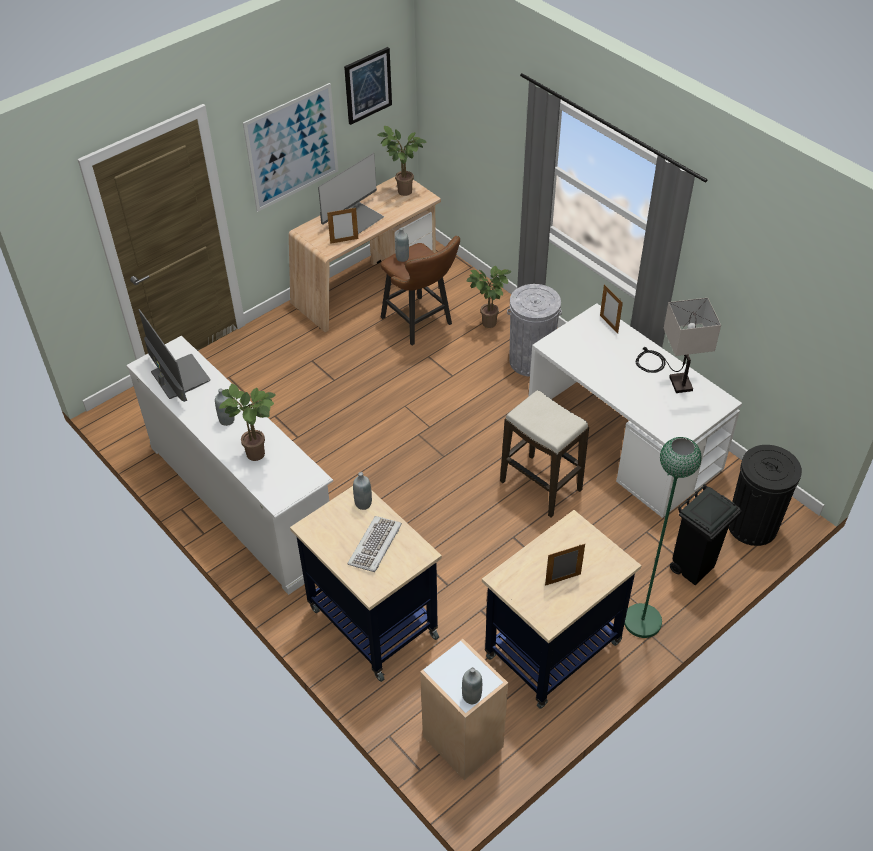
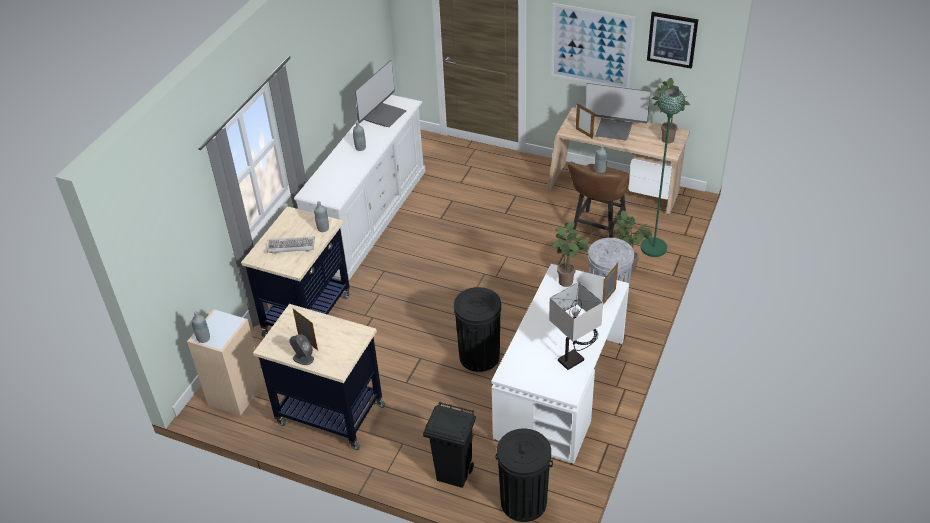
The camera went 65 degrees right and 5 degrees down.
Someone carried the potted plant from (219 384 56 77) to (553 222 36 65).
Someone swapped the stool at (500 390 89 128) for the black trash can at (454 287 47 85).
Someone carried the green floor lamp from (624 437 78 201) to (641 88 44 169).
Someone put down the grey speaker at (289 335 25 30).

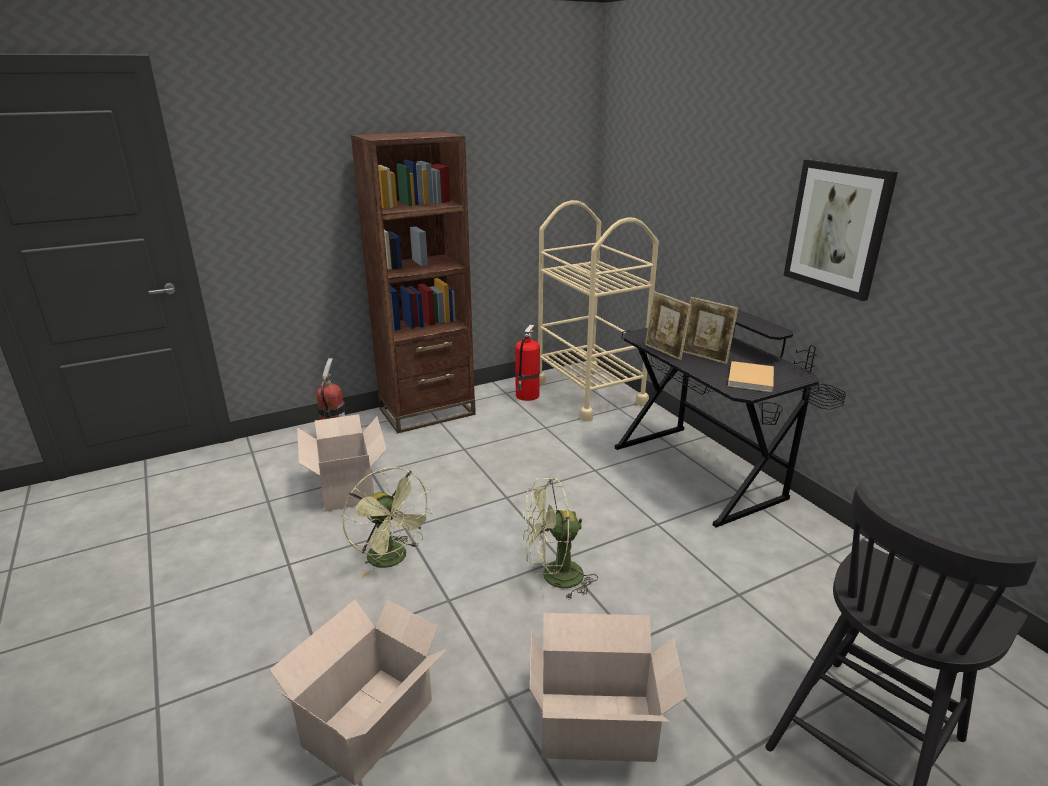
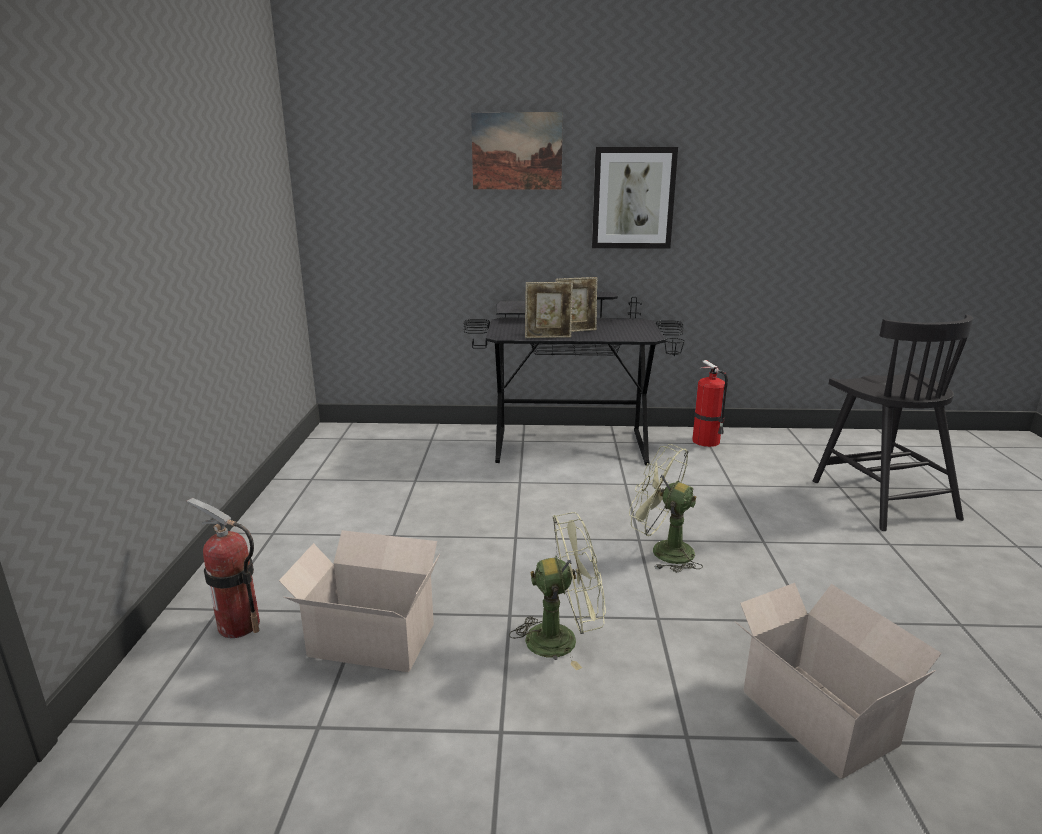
The camera went 60 degrees left and 5 degrees down.
Someone took away the brown bookcase at (351 131 125 302).
Someone took away the beige cart at (538 200 121 221).
Someone carried the fire extinguisher from (515 325 25 76) to (692 360 36 87).
Someone took away the beige book at (728 361 46 31).
Someone rotated the green fan at (523 478 75 121) by 105 degrees clockwise.
Someone took away the cardboard box at (530 613 157 149).
Someone put up the picture at (471 112 92 78).

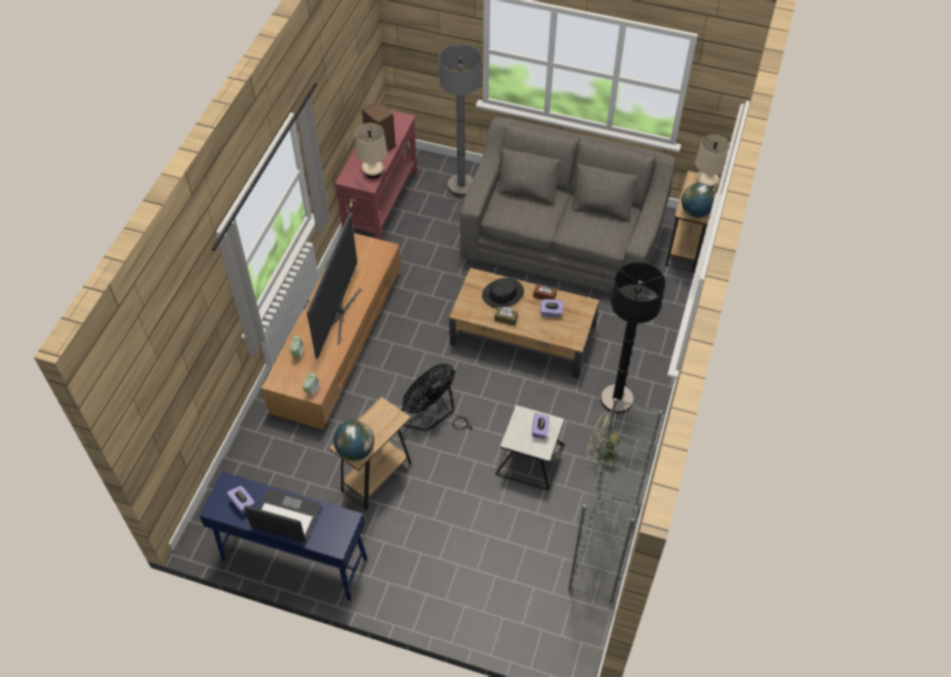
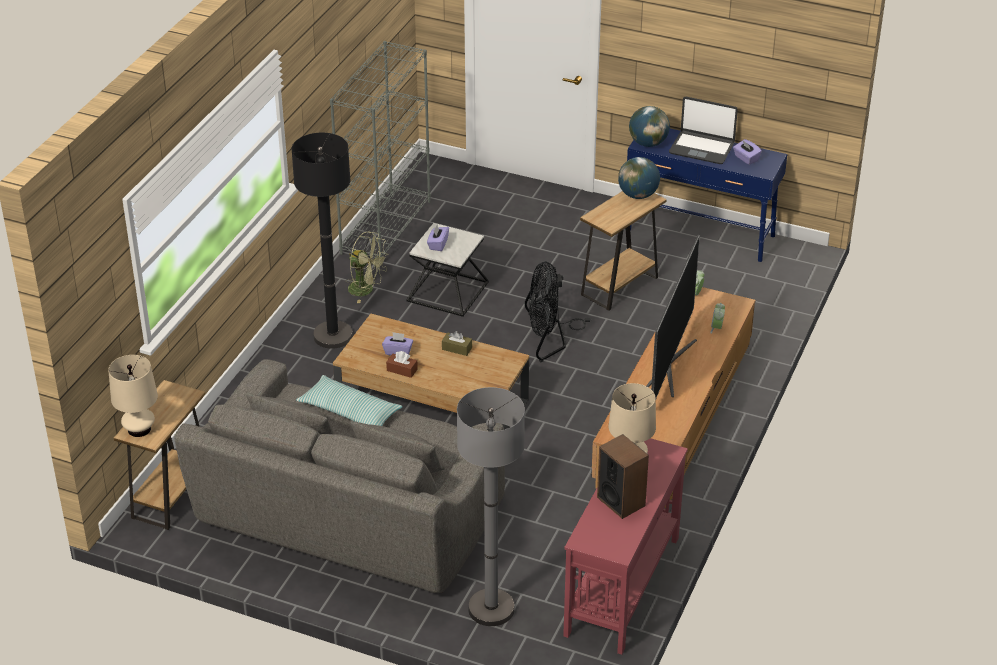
The camera went 175 degrees left and 15 degrees down.
Someone carried the globe from (681 183 34 35) to (629 106 41 41).
Someone took away the black hat at (482 278 42 30).
Someone rotated the black fan at (401 364 71 67) by 120 degrees clockwise.
Someone put down the pillow at (296 375 107 51).

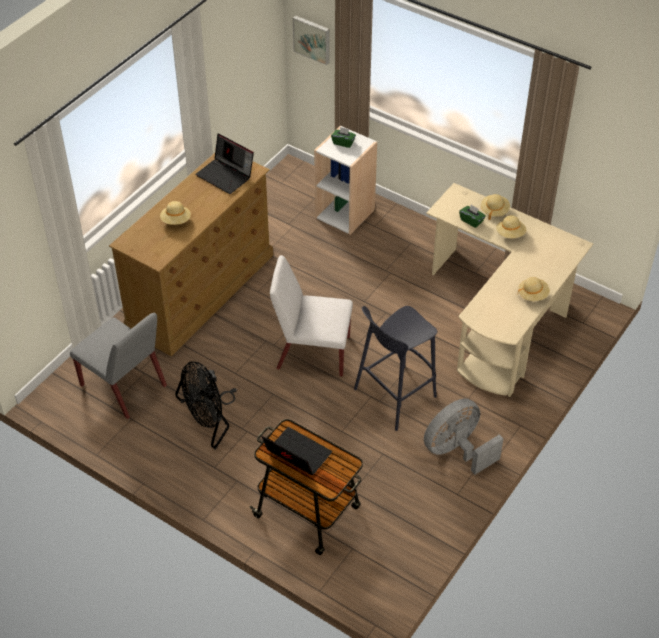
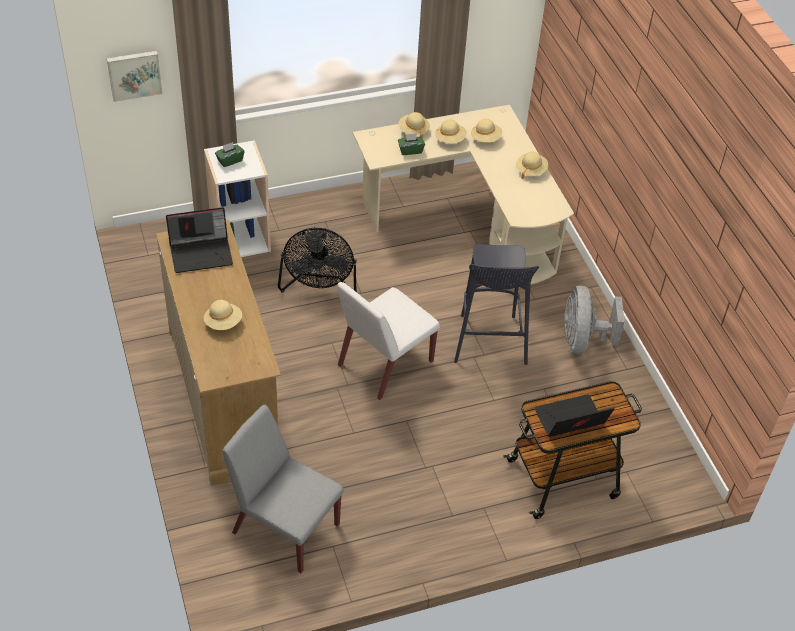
The camera went 55 degrees left and 0 degrees up.
Someone rotated the grey chair at (70 313 97 106) by 135 degrees counterclockwise.
Someone carried the black fan from (175 361 62 89) to (278 227 79 66).
Someone put down the beige hat at (471 119 31 23).

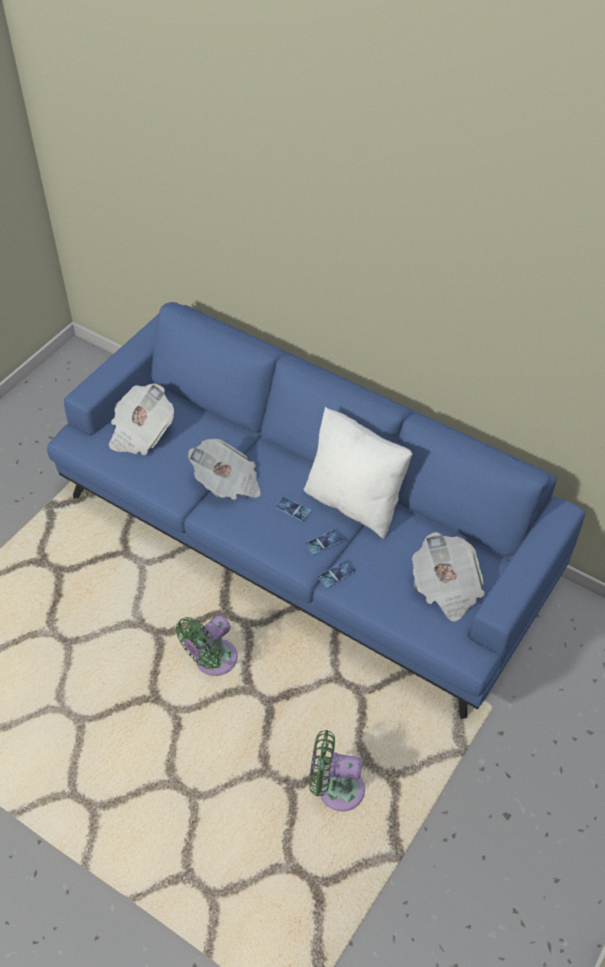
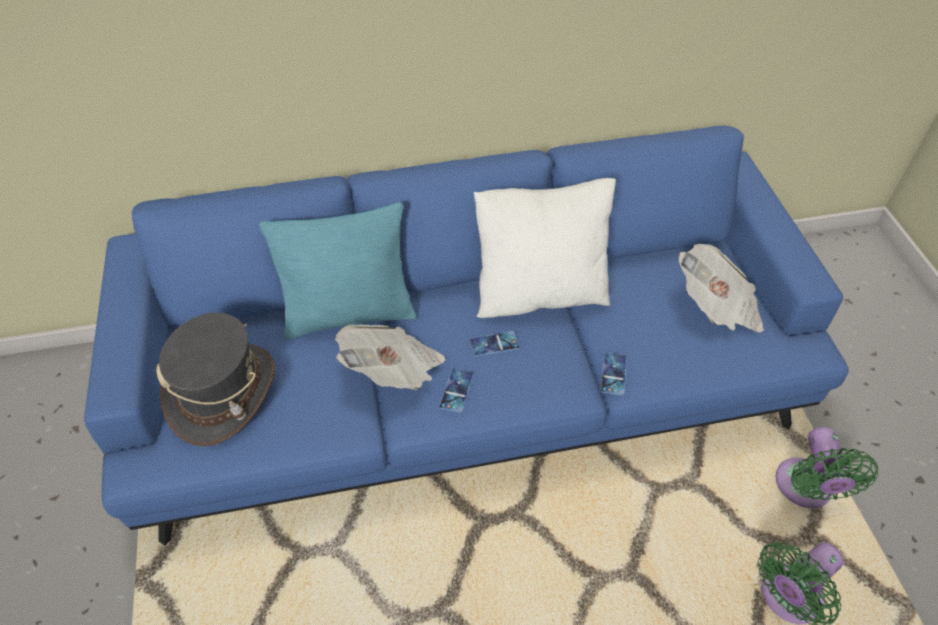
The camera went 45 degrees left and 0 degrees up.
Someone swapped the newspaper at (109 384 65 71) for the grey hat at (156 312 119 134).
Someone carried the phone from (305 529 37 26) to (439 368 35 45).
Someone carried the green fan from (176 615 62 61) to (776 427 102 81).
Someone put down the turquoise pillow at (259 202 158 137).

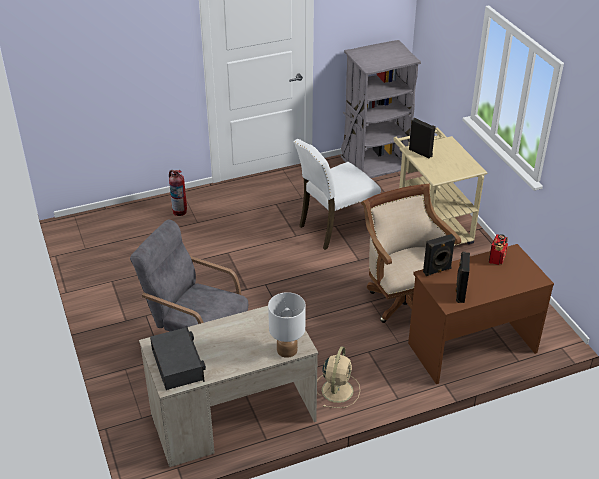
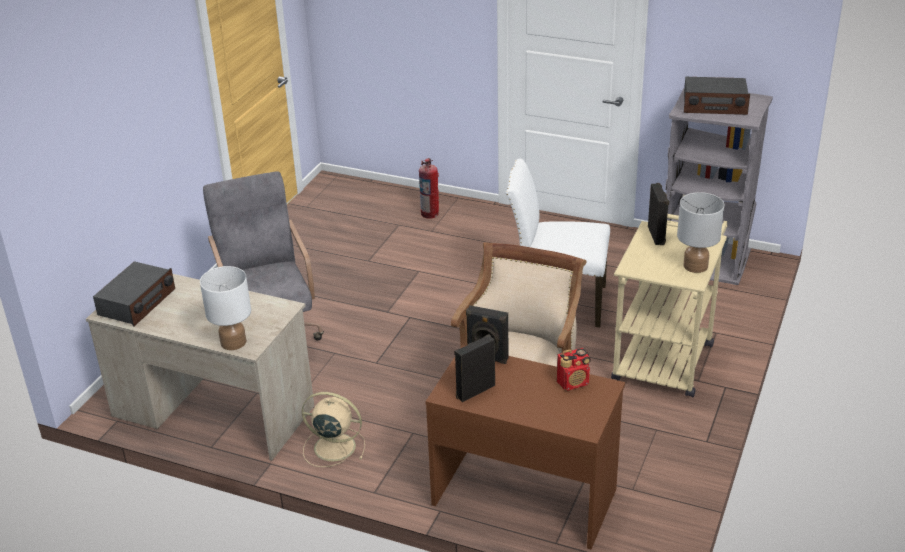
The camera went 45 degrees right and 5 degrees down.
Someone rotated the beige fan at (317 346 43 62) by 135 degrees counterclockwise.
Someone put down the radio at (684 77 66 38).
Someone put down the grey table lamp at (677 192 47 81).

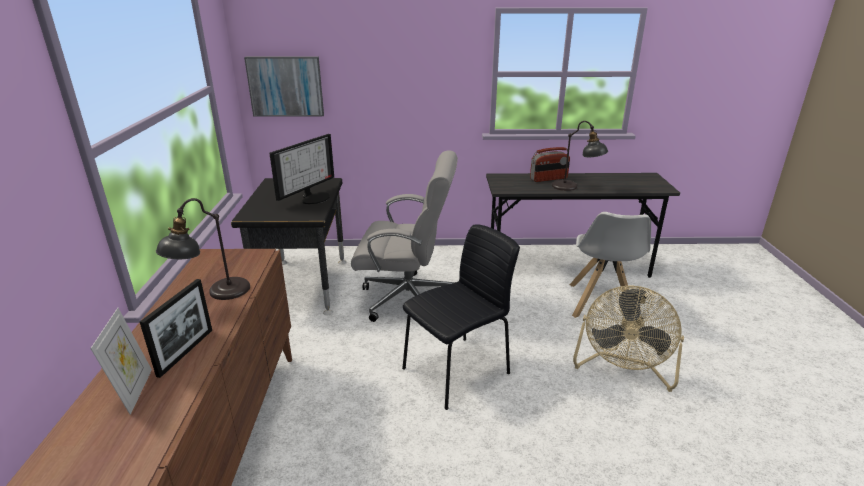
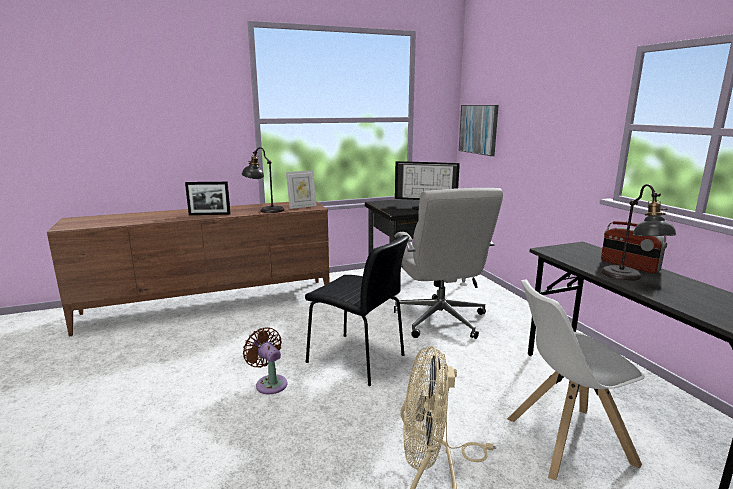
The camera went 70 degrees right and 10 degrees down.
Someone carried the picture frame from (90 308 62 107) to (286 170 31 39).
Someone put down the brown fan at (243 327 44 67).

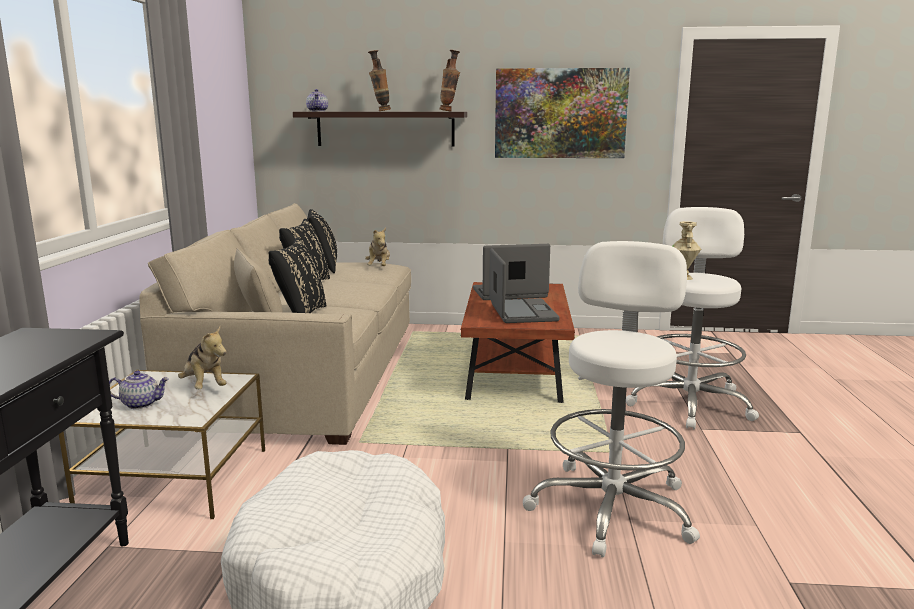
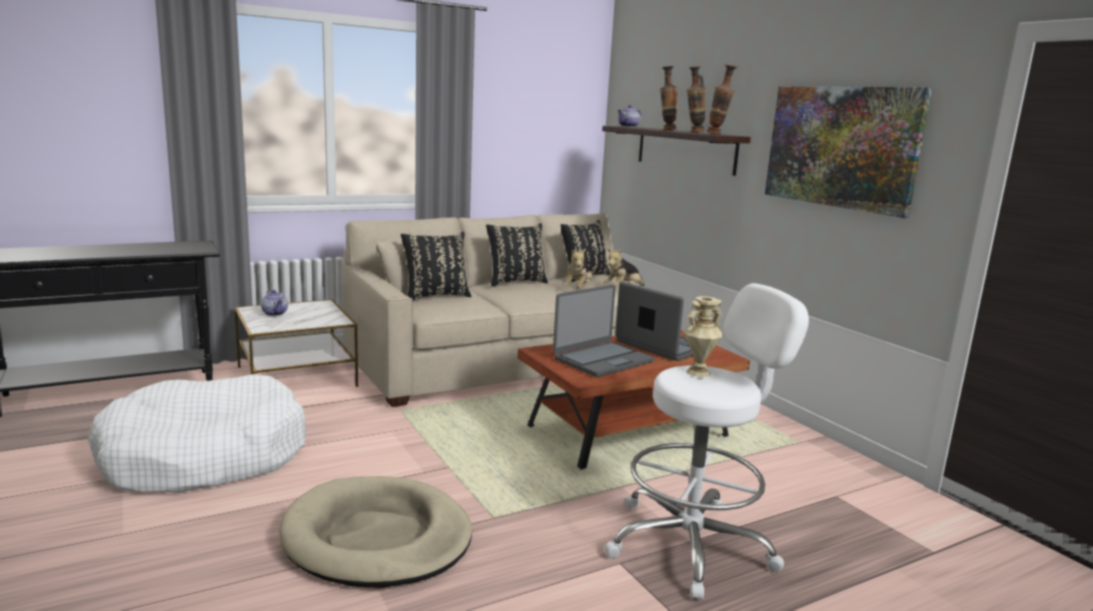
The camera went 55 degrees right and 0 degrees up.
Someone swapped the white stool at (523 241 177 316) for the beige dog bed at (279 476 193 112).
Someone carried the plush toy from (178 326 49 63) to (563 248 29 41).
Someone put down the vase at (686 66 19 66).

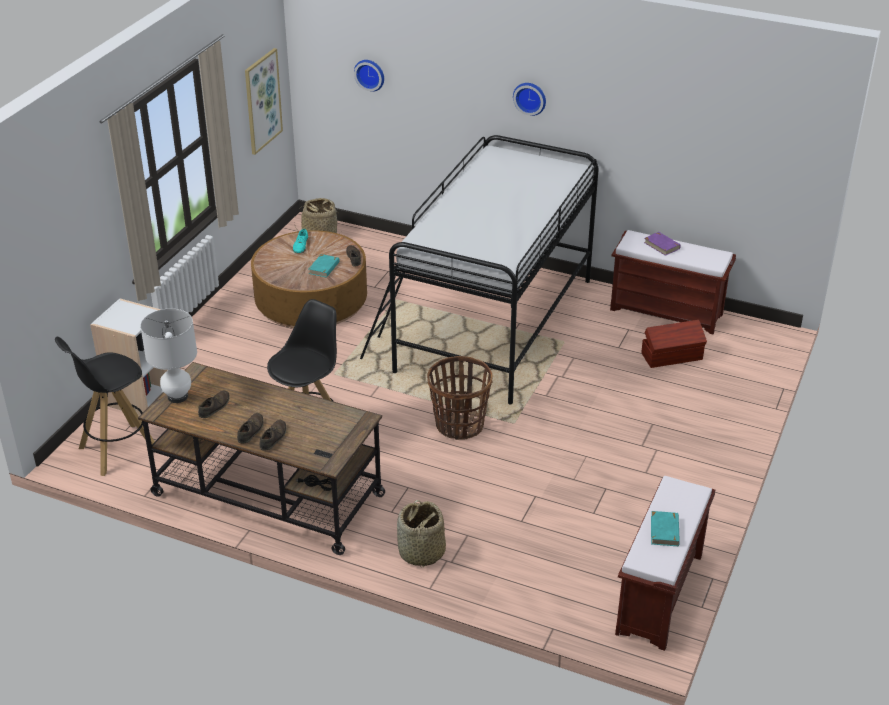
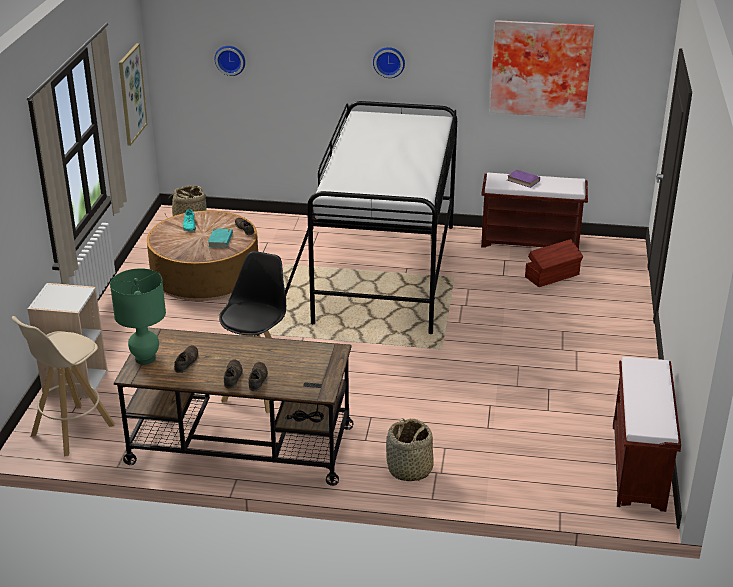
The camera went 15 degrees left and 5 degrees down.
Someone repainted the white table lamp at (140 309 57 94), which became the green table lamp at (110 268 56 97).
Someone repainted the black stool at (55 337 100 139), which became the beige stool at (12 316 103 141).
Someone took away the basket at (427 356 66 84).
Someone took away the turquoise book at (651 511 29 35).
Someone put up the picture at (490 20 104 98).

